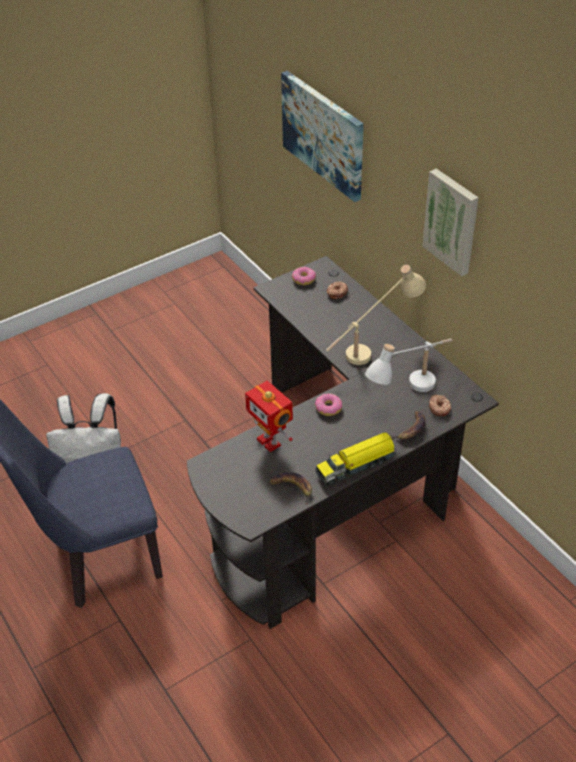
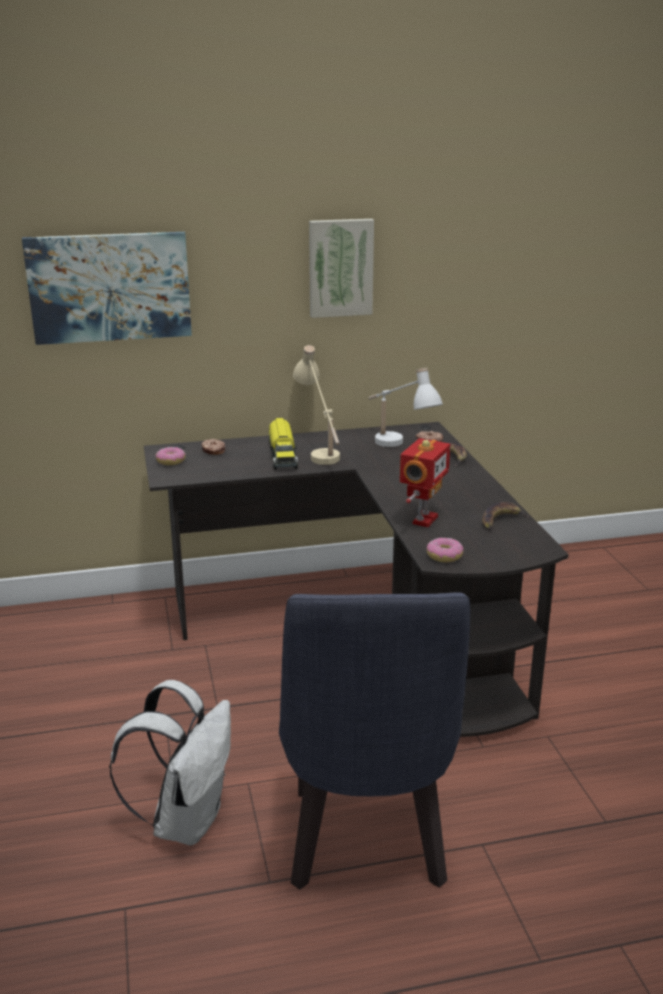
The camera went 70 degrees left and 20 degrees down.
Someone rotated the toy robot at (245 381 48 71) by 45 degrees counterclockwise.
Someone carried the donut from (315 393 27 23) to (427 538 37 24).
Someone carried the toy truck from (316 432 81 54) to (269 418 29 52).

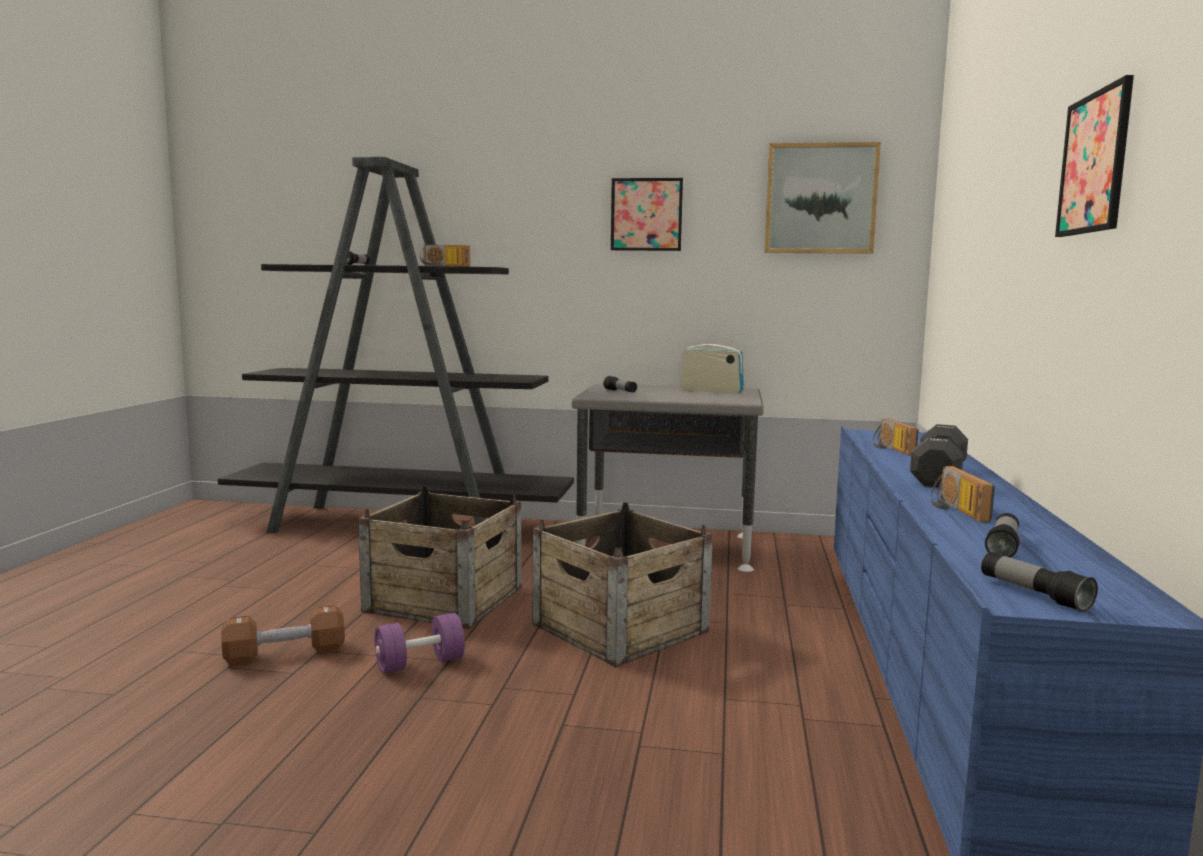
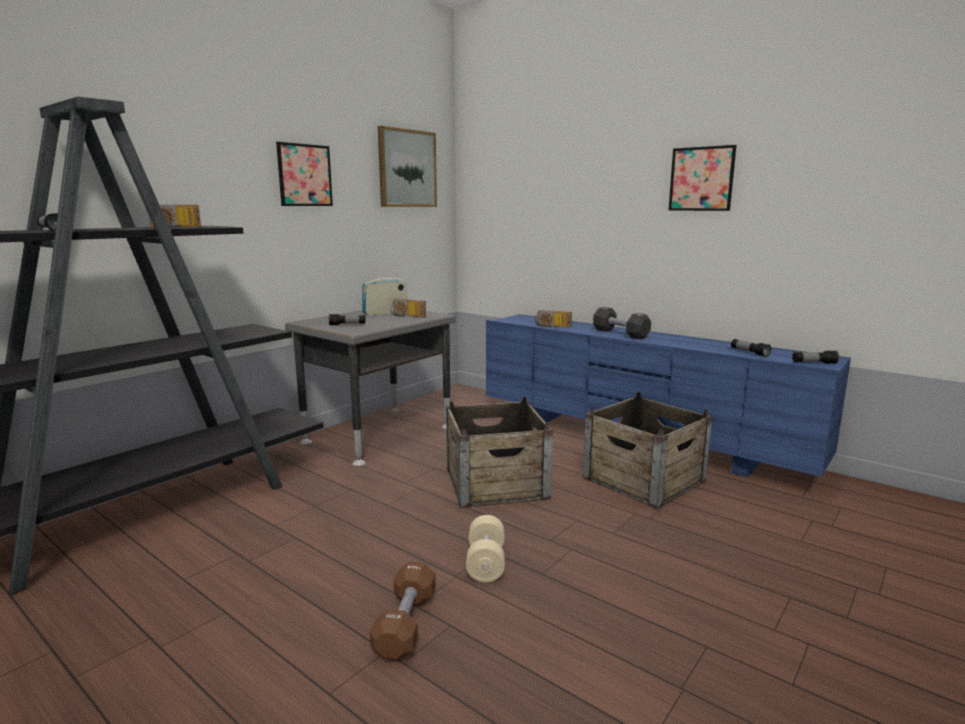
The camera went 60 degrees left and 5 degrees up.
Someone carried the radio from (931 466 64 56) to (391 299 35 18).
Someone carried the crate from (358 486 163 143) to (583 392 129 117).
Someone repainted the purple dumbbell at (374 613 91 61), which became the beige dumbbell at (466 515 39 67).

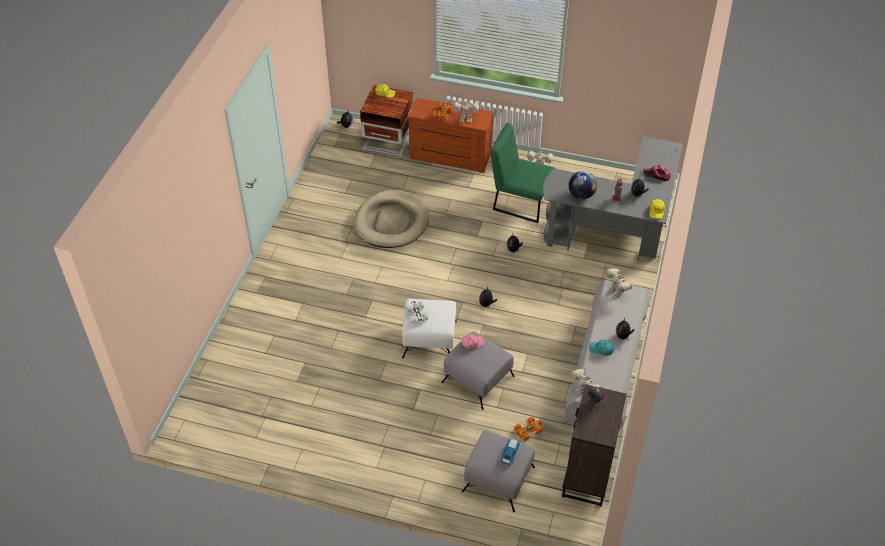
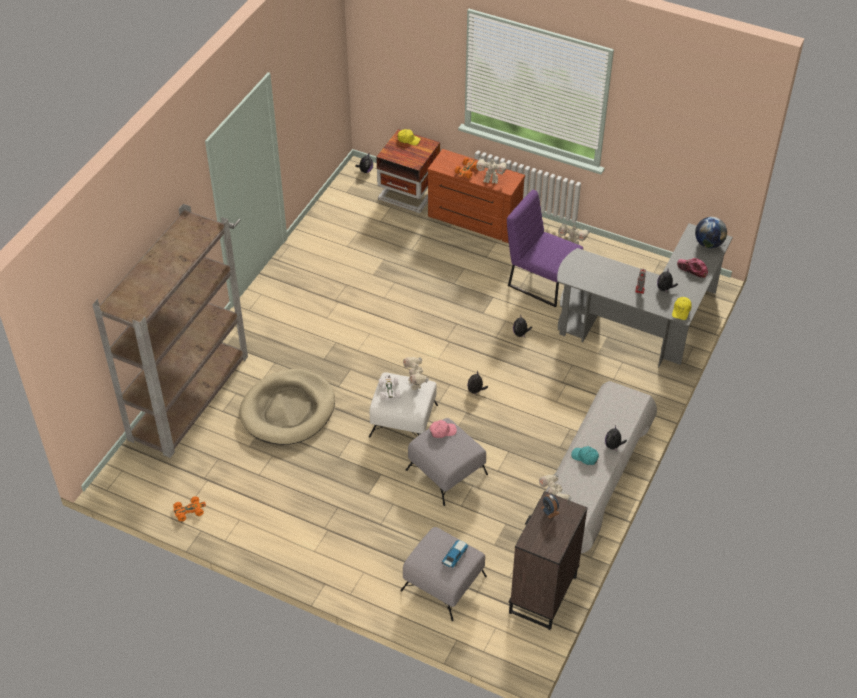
The camera went 10 degrees right and 0 degrees up.
Someone repainted the green chair at (491 123 64 100), which became the purple chair at (507 190 76 117).
Someone carried the globe from (569 171 28 28) to (695 217 32 31).
Someone carried the beige dog bed from (353 190 76 58) to (239 369 96 76).
Someone carried the toy robot from (605 268 28 30) to (403 357 26 33).
Someone carried the orange toy car from (514 417 29 24) to (173 496 33 26).
Someone put down the brown bookcase at (92 204 156 254).

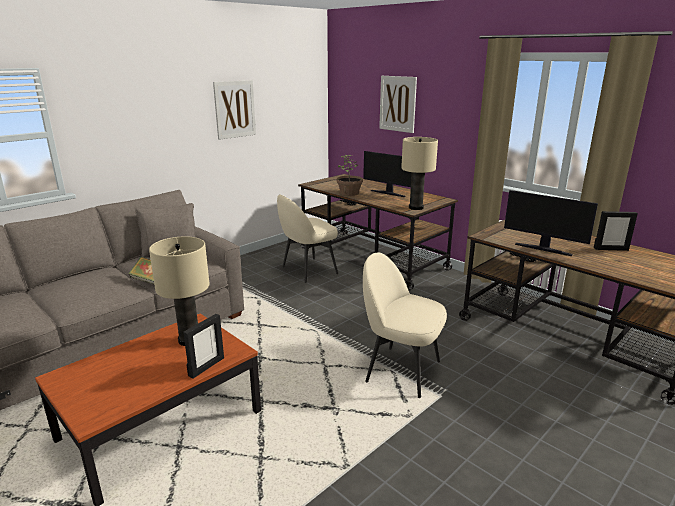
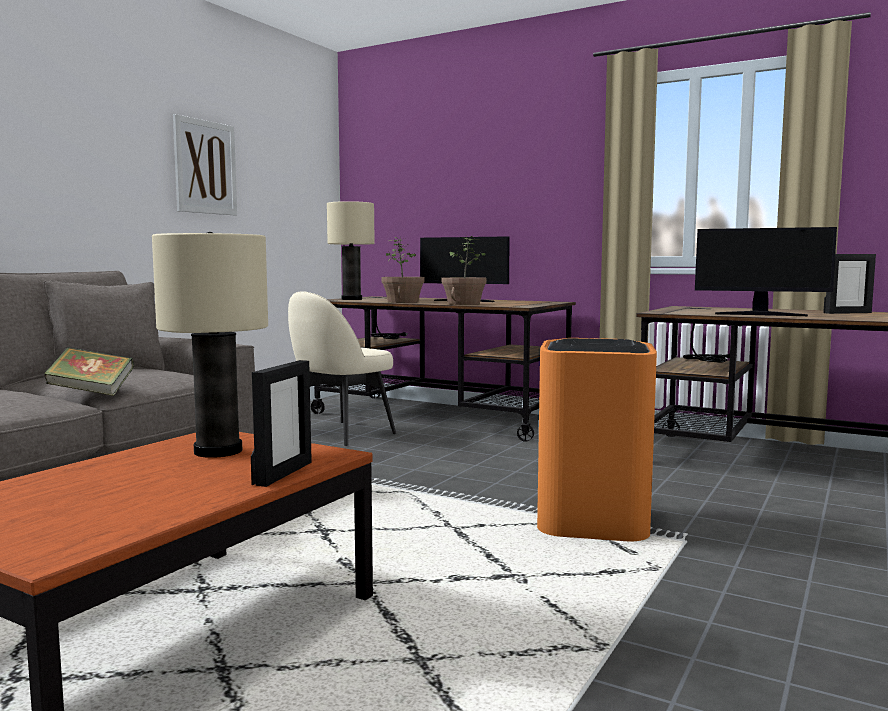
The camera went 15 degrees left and 15 degrees down.
Someone took away the picture at (379 76 38 57).
Someone carried the beige table lamp from (401 137 37 73) to (327 201 48 99).
Someone swapped the beige chair at (363 253 84 145) for the orange trash can at (537 338 120 203).
Someone put down the potted plant at (441 236 46 69).

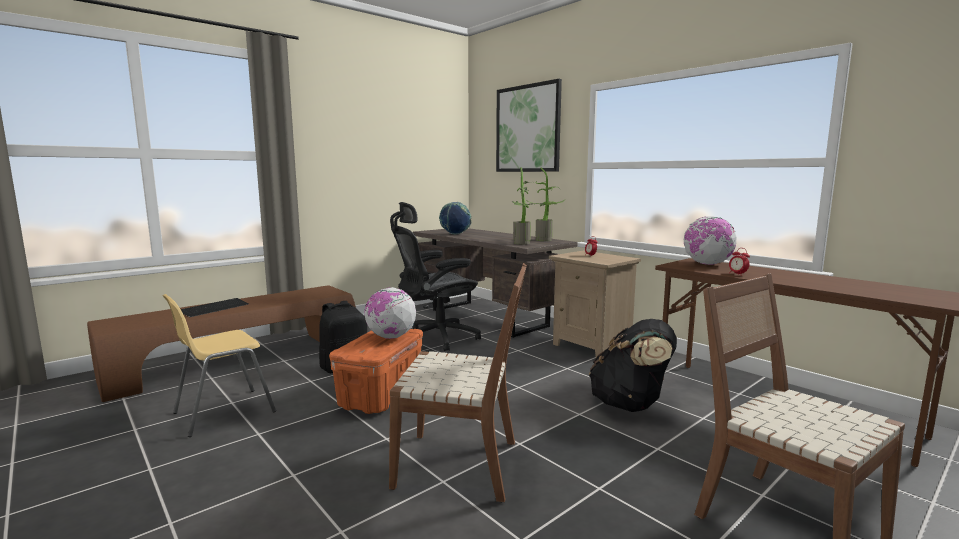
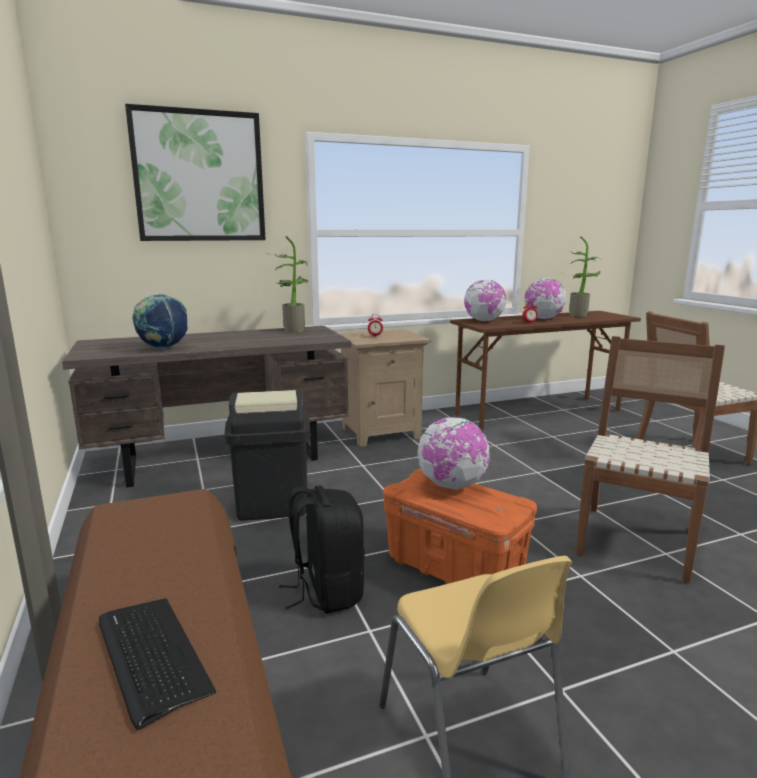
The camera went 70 degrees left and 5 degrees up.
Someone carried the potted plant from (512 167 30 78) to (563 236 38 81).
Someone swapped the office chair at (390 202 91 149) for the black trash can at (225 390 85 131).
Someone took away the black backpack at (589 319 88 93).
Someone put down the globe at (524 278 42 41).

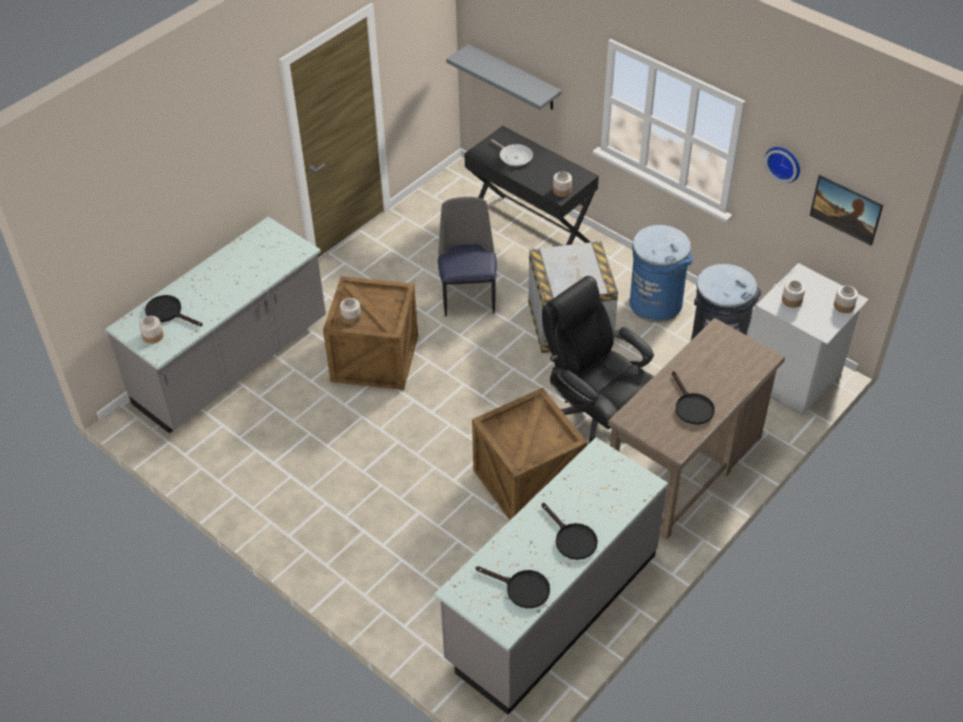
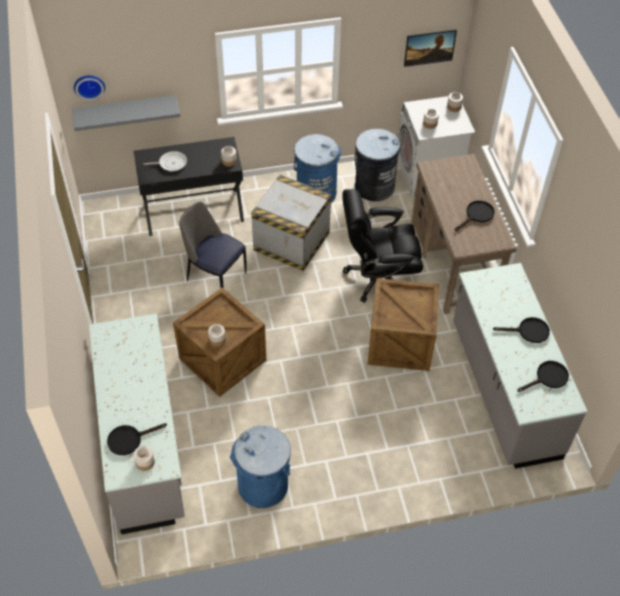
The camera went 55 degrees left and 5 degrees up.
Someone carried the wall clock from (764 147 36 36) to (74 75 31 25).
Someone rotated the black frying pan at (672 371 43 54) by 60 degrees counterclockwise.
Someone put down the blue trash can at (230 425 61 83).

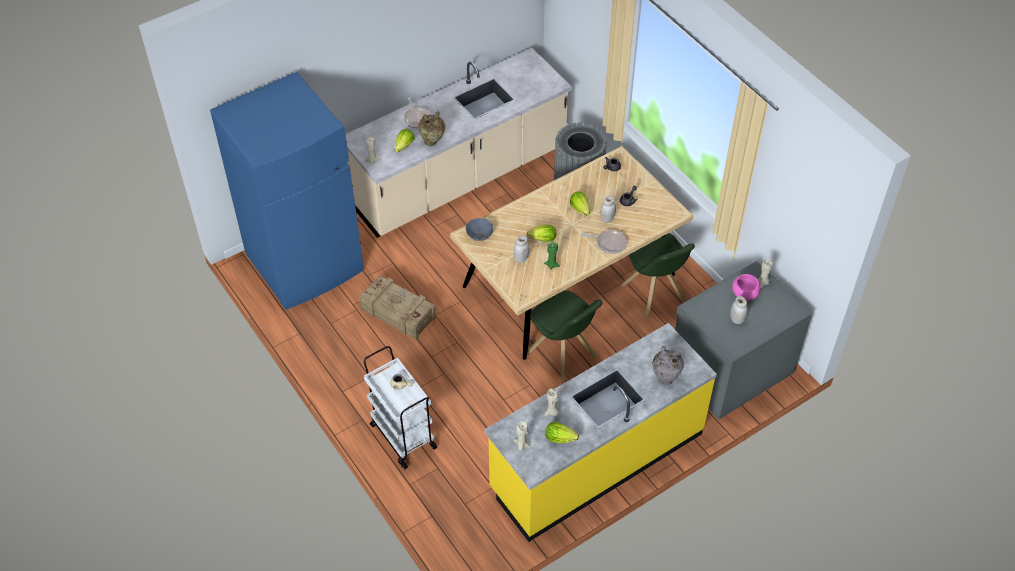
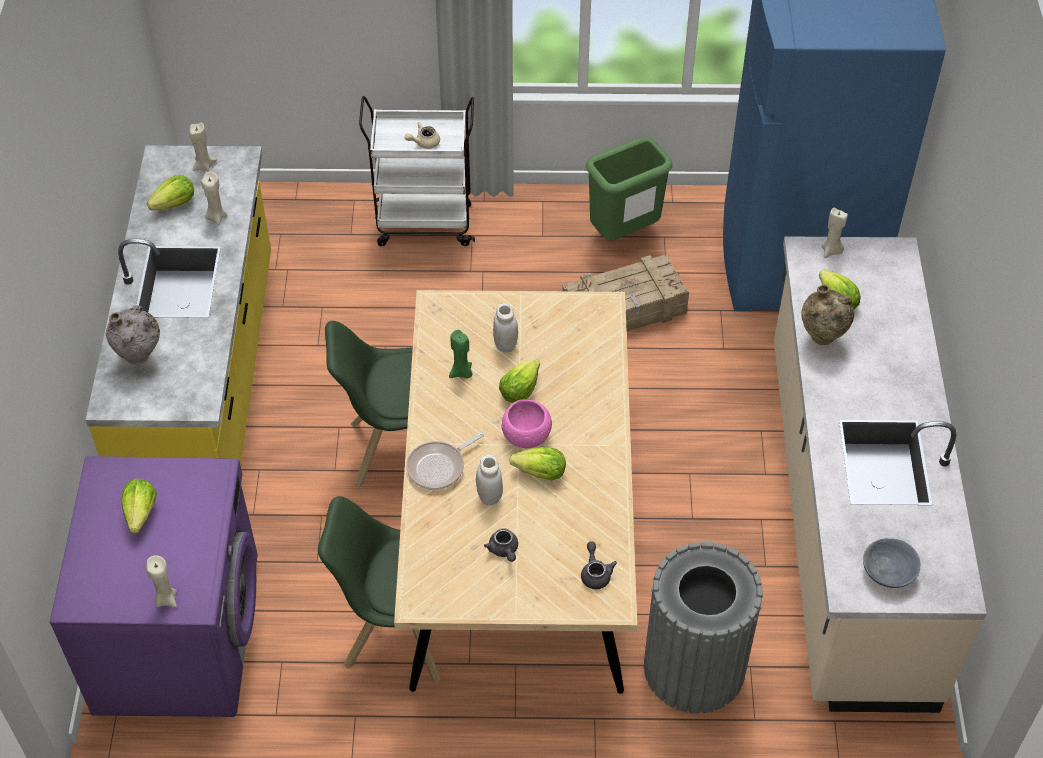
The camera went 125 degrees right and 0 degrees up.
Someone took away the frying pan at (404 97 27 32).
Someone carried the grey bowl from (466 218 27 23) to (863 538 57 50).
Someone repainted the grey washing machine at (675 261 137 158), which became the purple washing machine at (50 456 208 261).
Someone carried the pink bowl from (732 274 29 27) to (502 399 50 49).
Someone swapped the white jar at (731 296 16 28) for the lettuce at (122 478 35 55).
Someone put down the green trash can at (586 137 87 103).

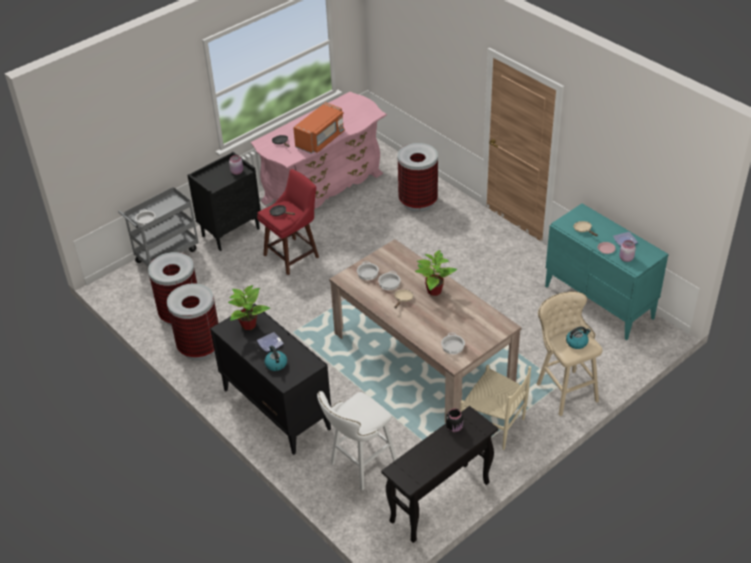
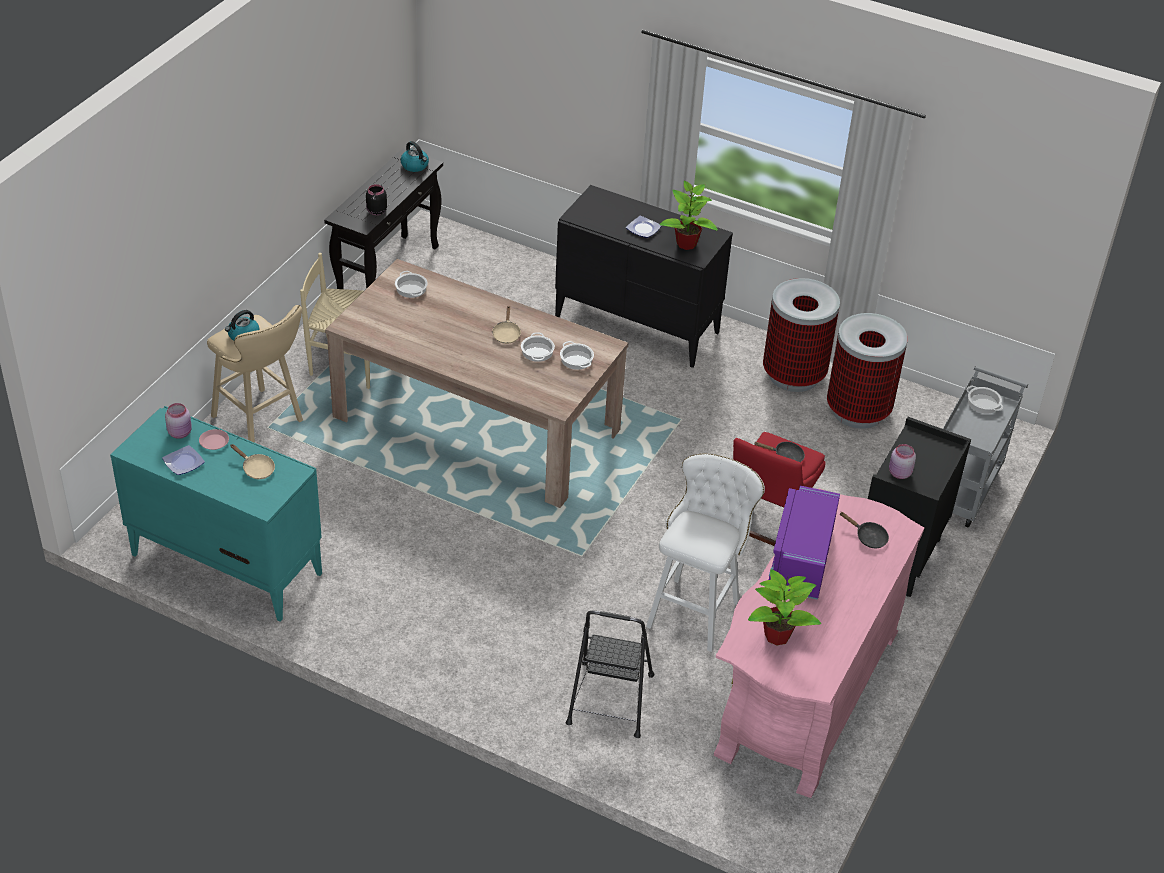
The camera went 155 degrees right and 0 degrees up.
Someone repainted the orange microwave at (293 102 52 52), which became the purple microwave at (768 485 72 115).
Someone swapped the trash can at (398 143 40 69) for the black step ladder at (566 611 89 127).
Someone carried the potted plant from (415 250 42 46) to (748 569 73 76).
Someone carried the kettle from (264 346 23 25) to (401 141 28 31).
Someone carried the white stool from (317 391 80 100) to (646 453 119 199).

